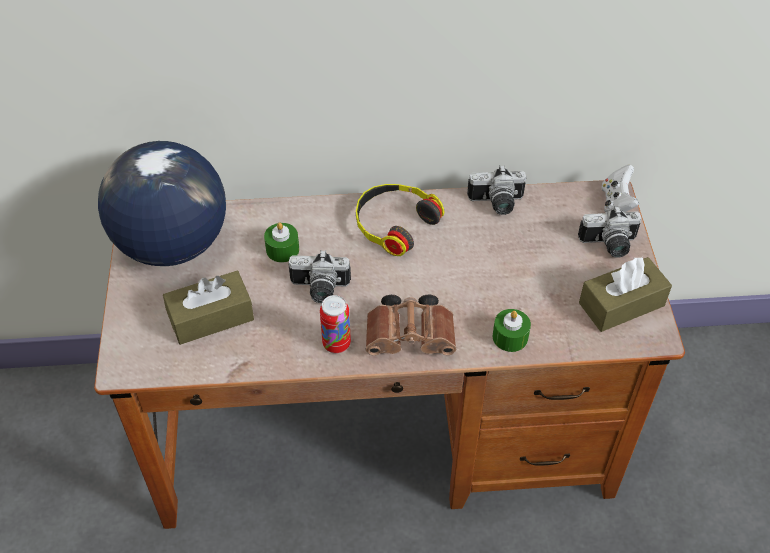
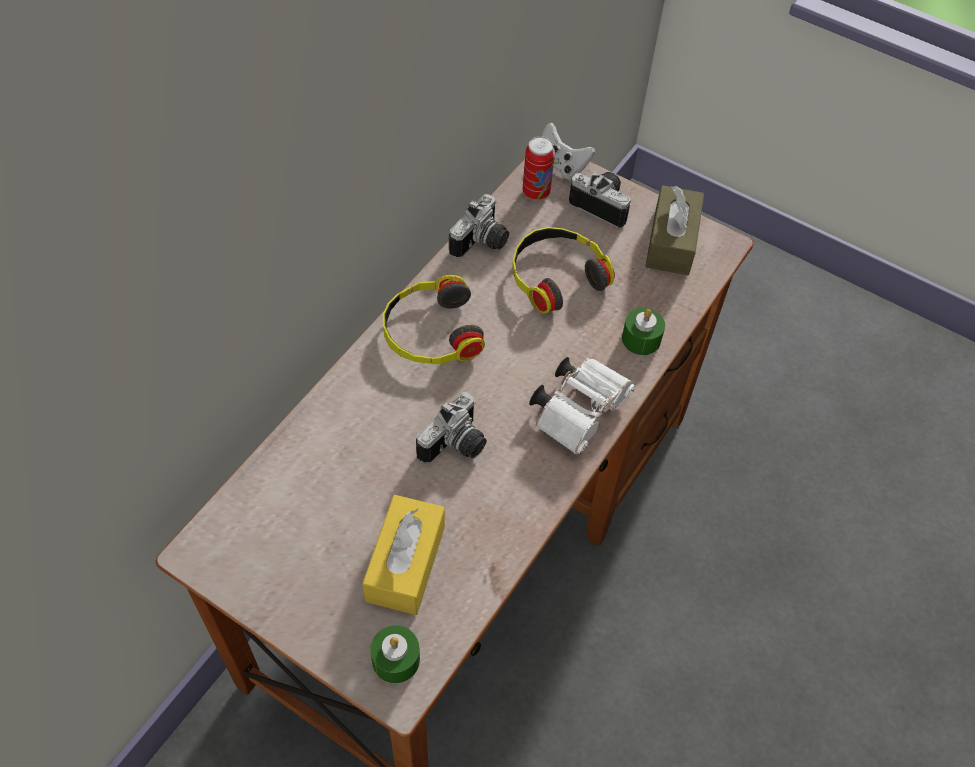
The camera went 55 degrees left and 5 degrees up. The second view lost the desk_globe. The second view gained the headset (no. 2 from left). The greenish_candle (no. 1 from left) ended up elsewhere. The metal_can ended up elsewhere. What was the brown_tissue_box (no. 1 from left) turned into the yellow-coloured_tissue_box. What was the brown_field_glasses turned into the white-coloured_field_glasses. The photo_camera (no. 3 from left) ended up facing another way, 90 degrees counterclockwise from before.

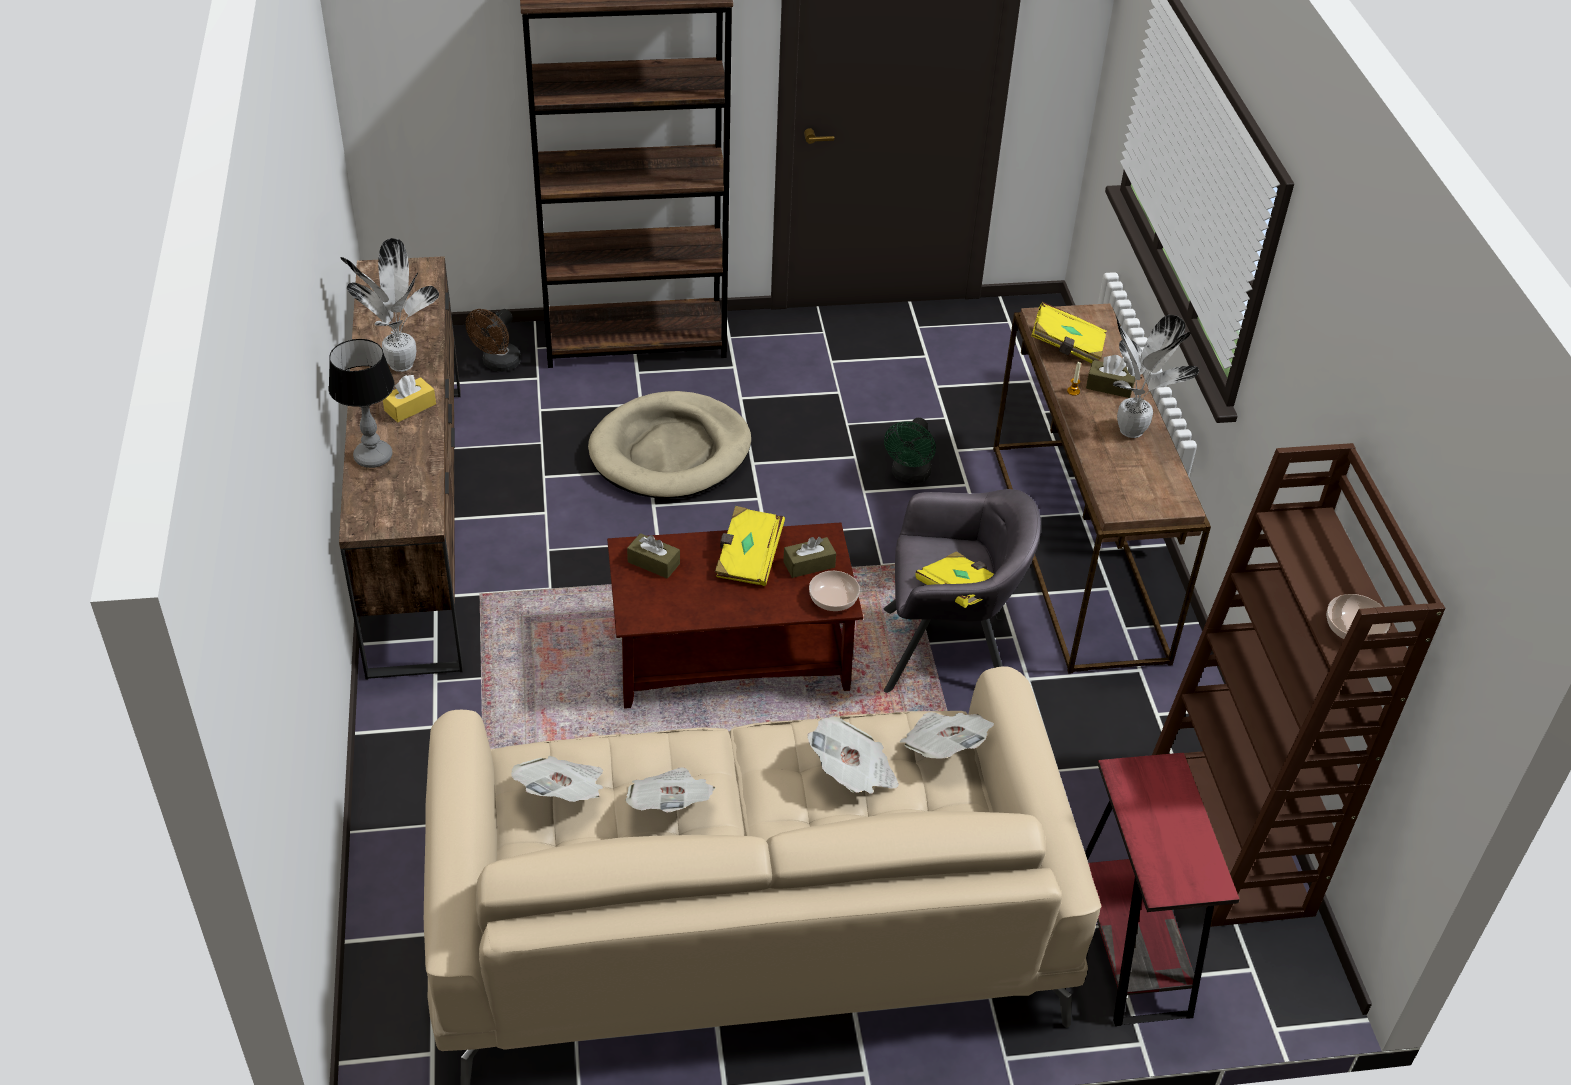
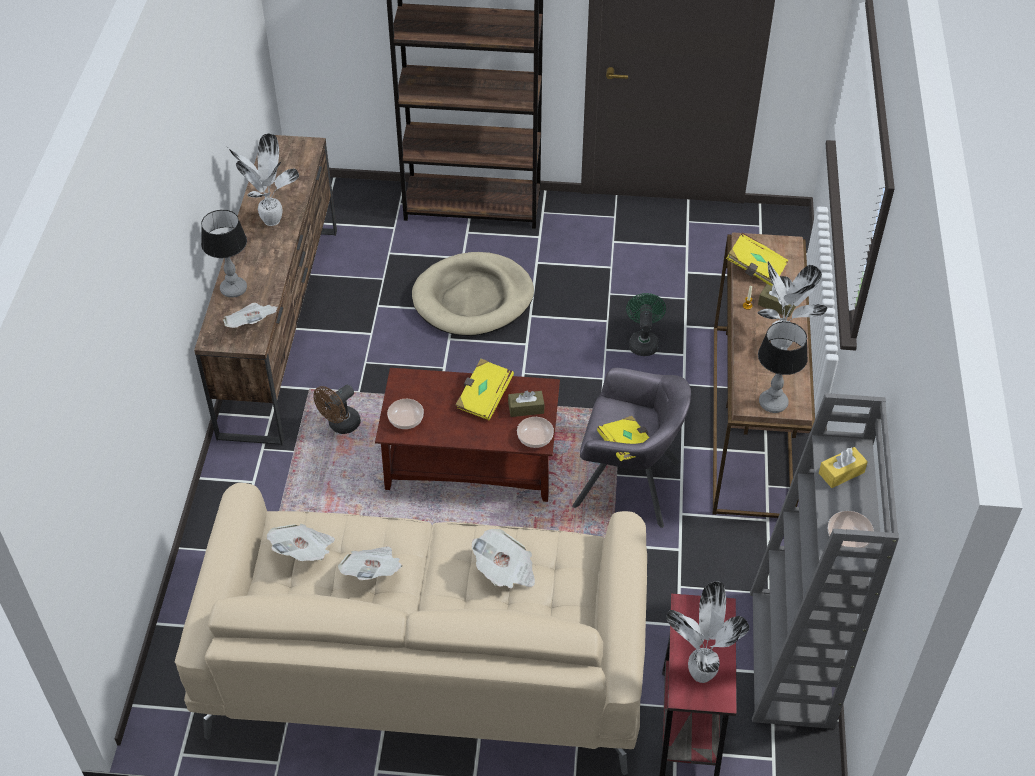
The camera went 15 degrees right and 5 degrees up. The second view lost the brown_tissue_box (no. 1 from left). The second view gained the deep_dish (no. 1 from left). The second view gained the houseplant (no. 2 from left). The second view gained the lamp_for_a_table (no. 2 from left). The yellow-coloured_tissue_box ended up elsewhere. The brown_fan ended up elsewhere. The newspaper (no. 4 from left in the first image) ended up elsewhere. What was the brown_bookcase (no. 2 from left) turned into the greyish_bookcase. The greenish_fan ended up facing another way, 150 degrees clockwise from before.

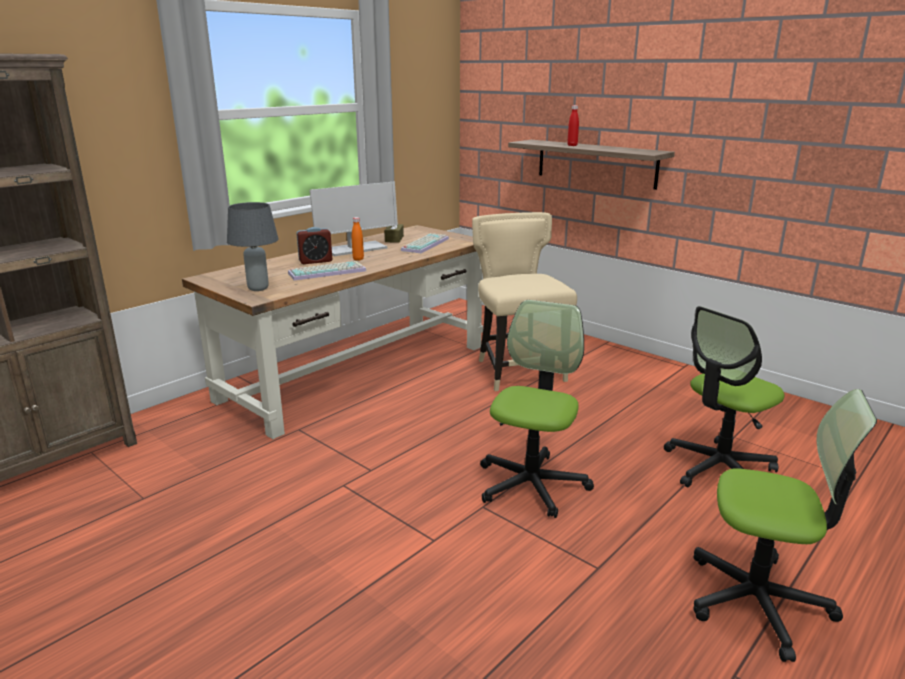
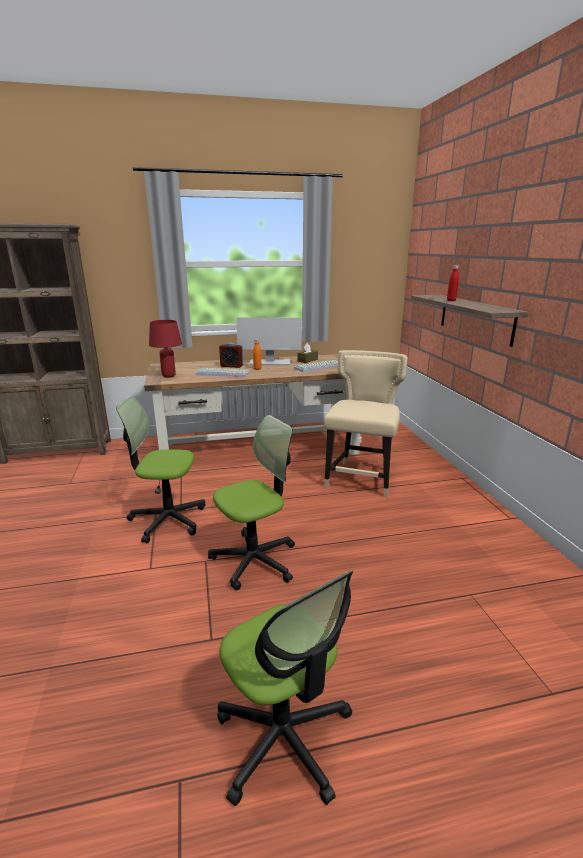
The camera went 35 degrees right and 0 degrees up. The computer_chair (no. 2 from left in the first image) ended up elsewhere. What was the greyish_lamp_for_a_table turned into the red-coloured_lamp_for_a_table.

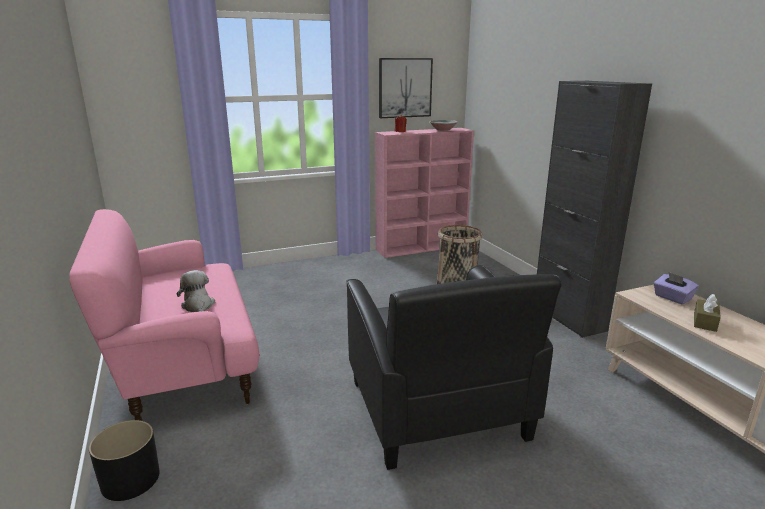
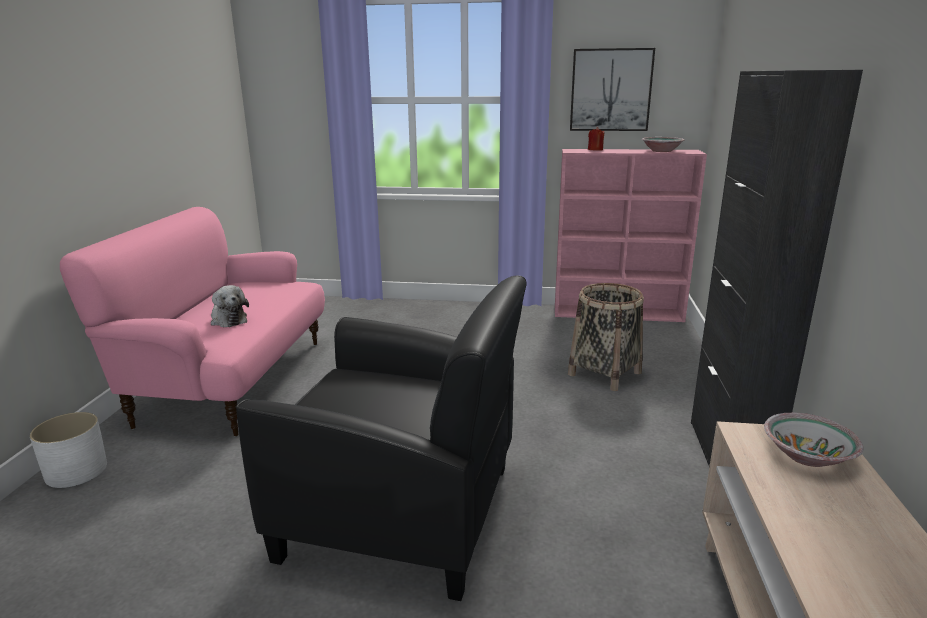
The camera went 30 degrees right and 0 degrees up. The second view lost the brown_tissue_box. Where the purple_tissue_box stood, the deep_dish (no. 2 from left) came to stand. What was the black_flower_pot turned into the white-coloured_flower_pot. The soft_toy ended up facing another way, 135 degrees clockwise from before. The black_easy_chair ended up facing another way, 90 degrees counterclockwise from before.

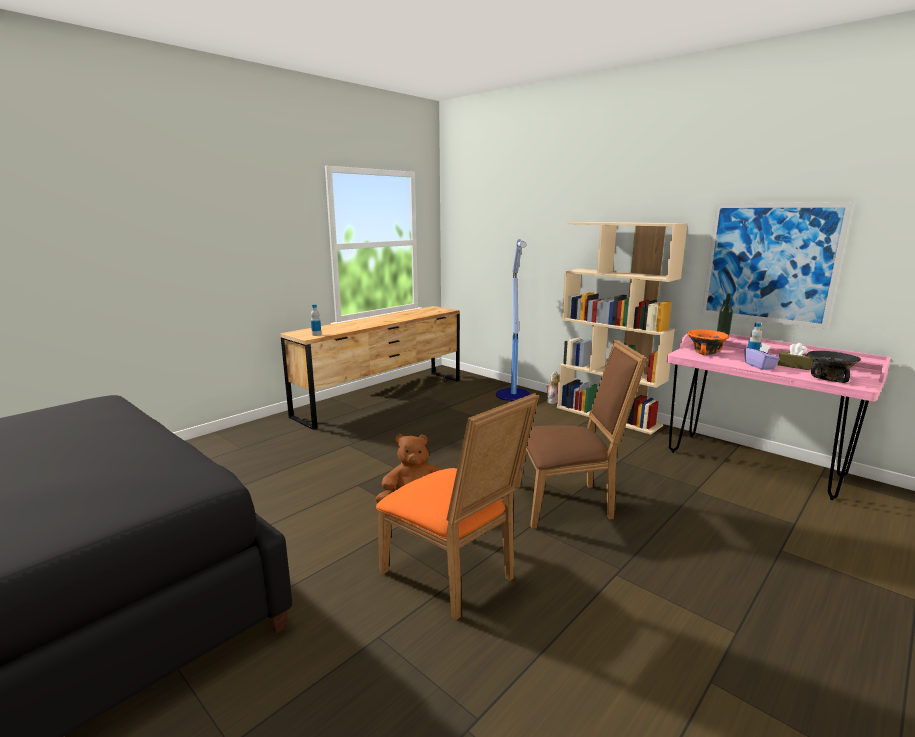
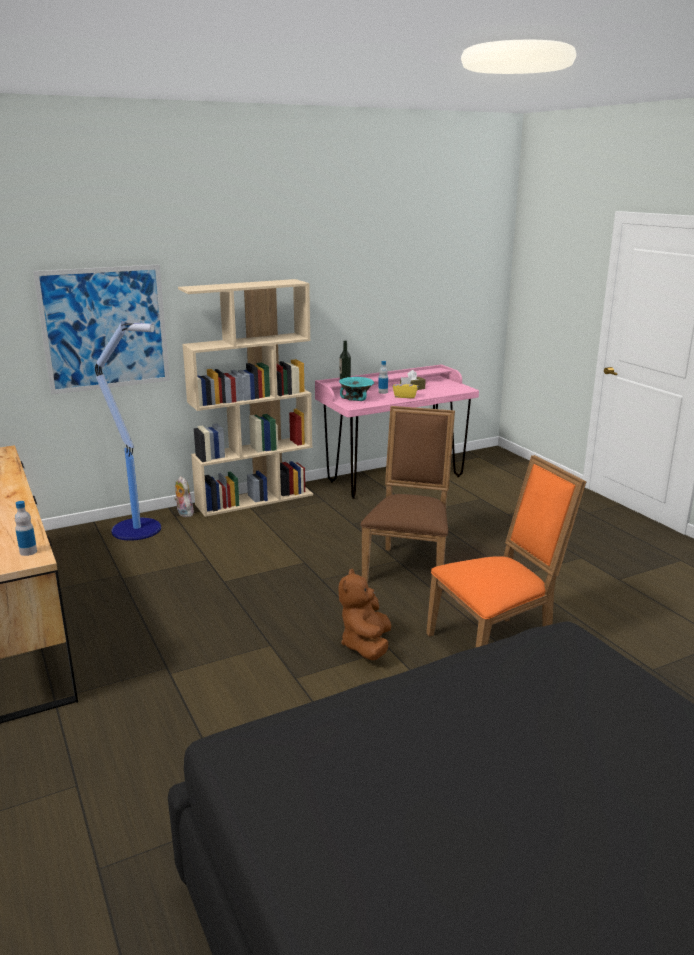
The camera went 70 degrees left and 5 degrees up. The second view lost the black_deep_dish. The picture ended up elsewhere. What was the orangey_deep_dish turned into the blue-green_deep_dish. What was the purple_tissue_box turned into the yellow-coloured_tissue_box.

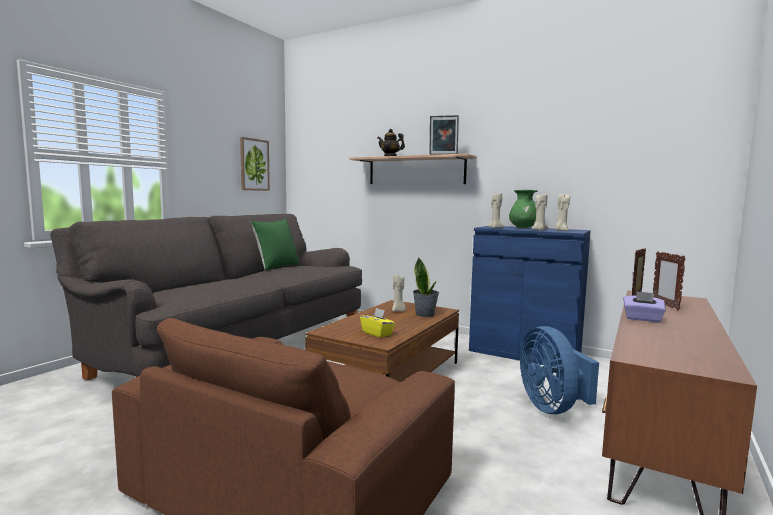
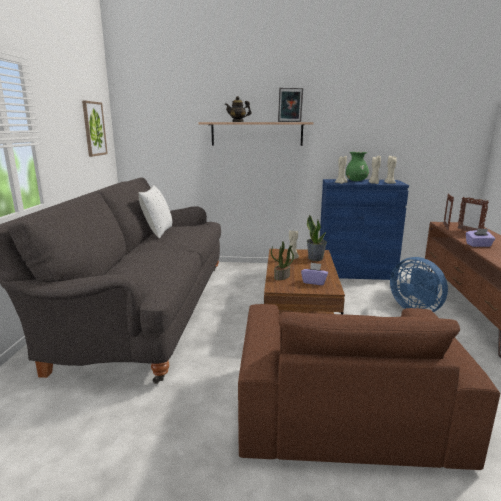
The camera went 25 degrees left and 10 degrees up. The second view gained the houseplant (no. 1 from left). What was the greenish_cushion turned into the white-coloured_cushion. What was the yellow-coloured_tissue_box turned into the purple_tissue_box (no. 1 from left).

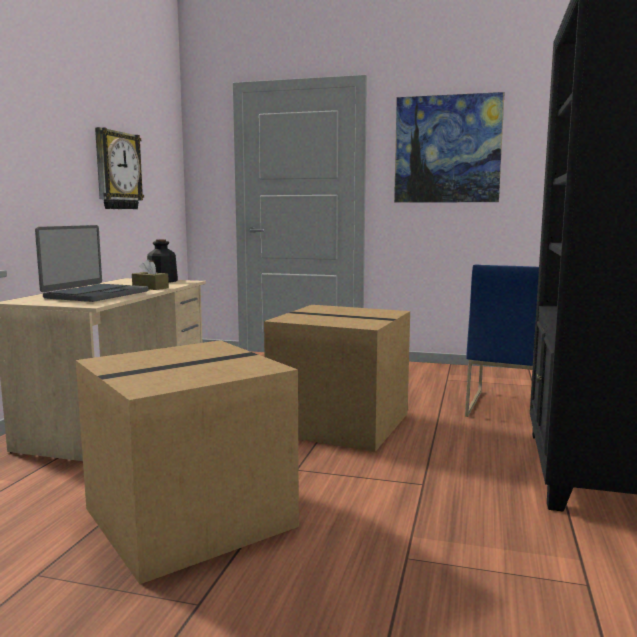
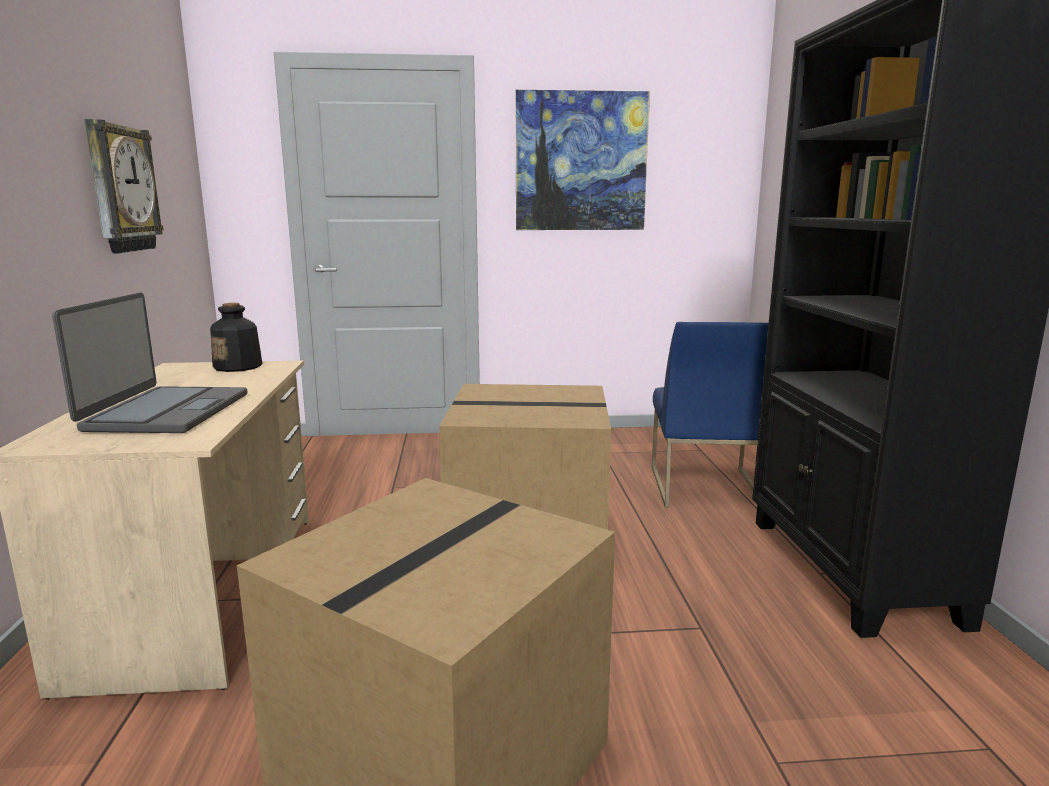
The camera went 20 degrees left and 5 degrees up. The second view lost the brown_tissue_box.

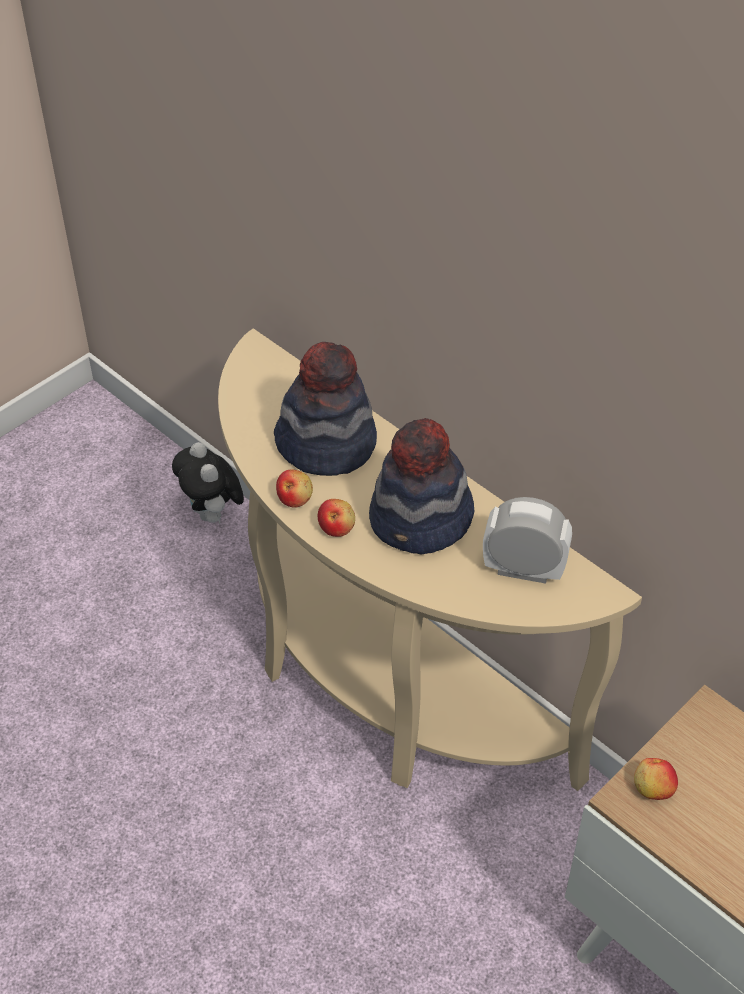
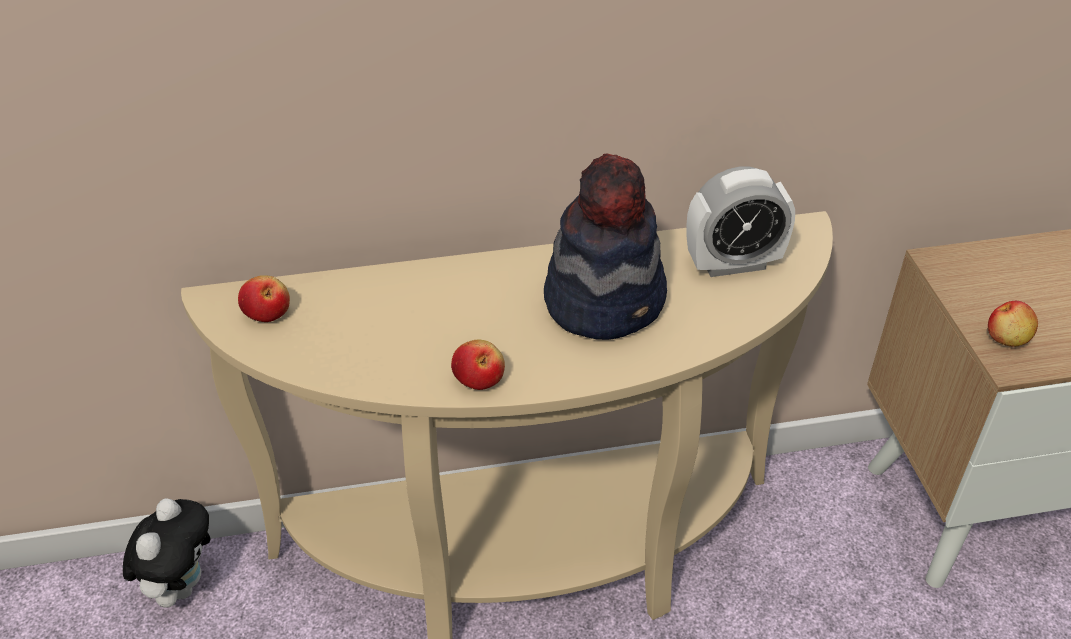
The camera went 55 degrees left and 5 degrees down. The second view lost the wearable_hat (no. 1 from left). The apple_fruit (no. 2 from left in the first image) ended up elsewhere. The soft_toy ended up facing another way, 90 degrees counterclockwise from before. The table_clock ended up facing another way, 150 degrees counterclockwise from before.

